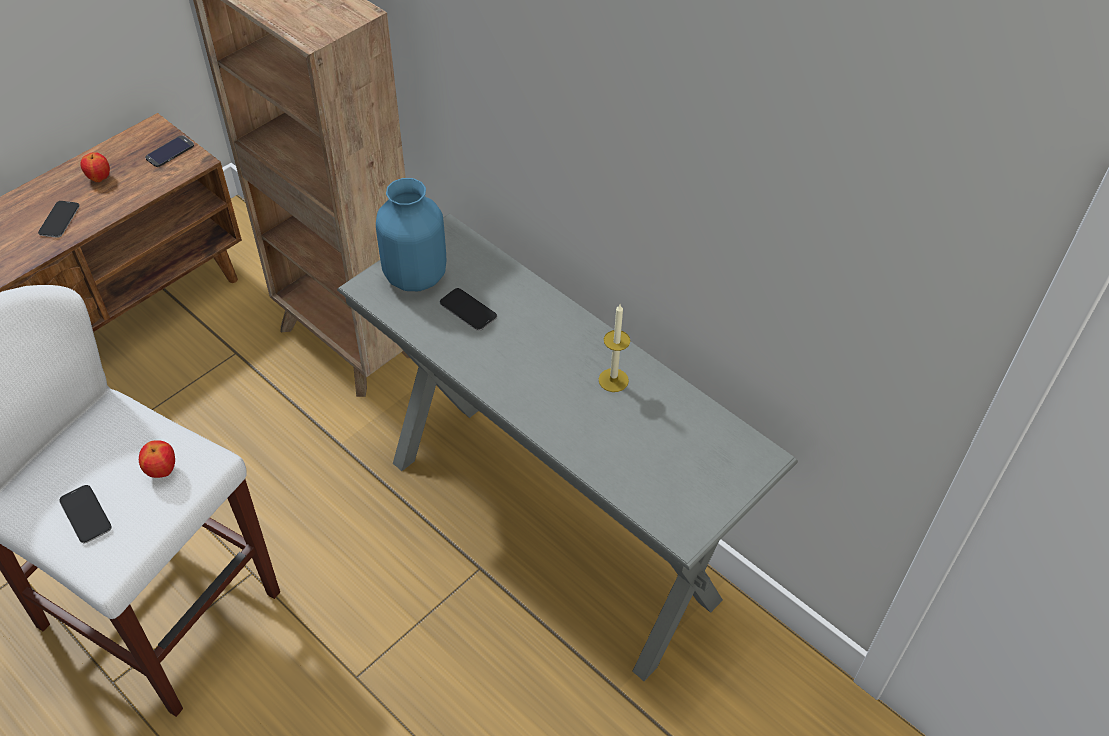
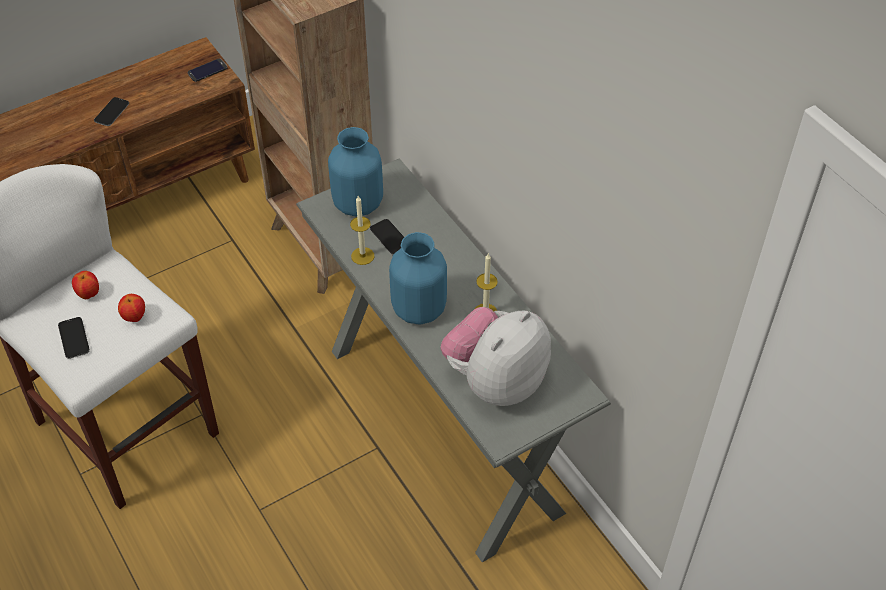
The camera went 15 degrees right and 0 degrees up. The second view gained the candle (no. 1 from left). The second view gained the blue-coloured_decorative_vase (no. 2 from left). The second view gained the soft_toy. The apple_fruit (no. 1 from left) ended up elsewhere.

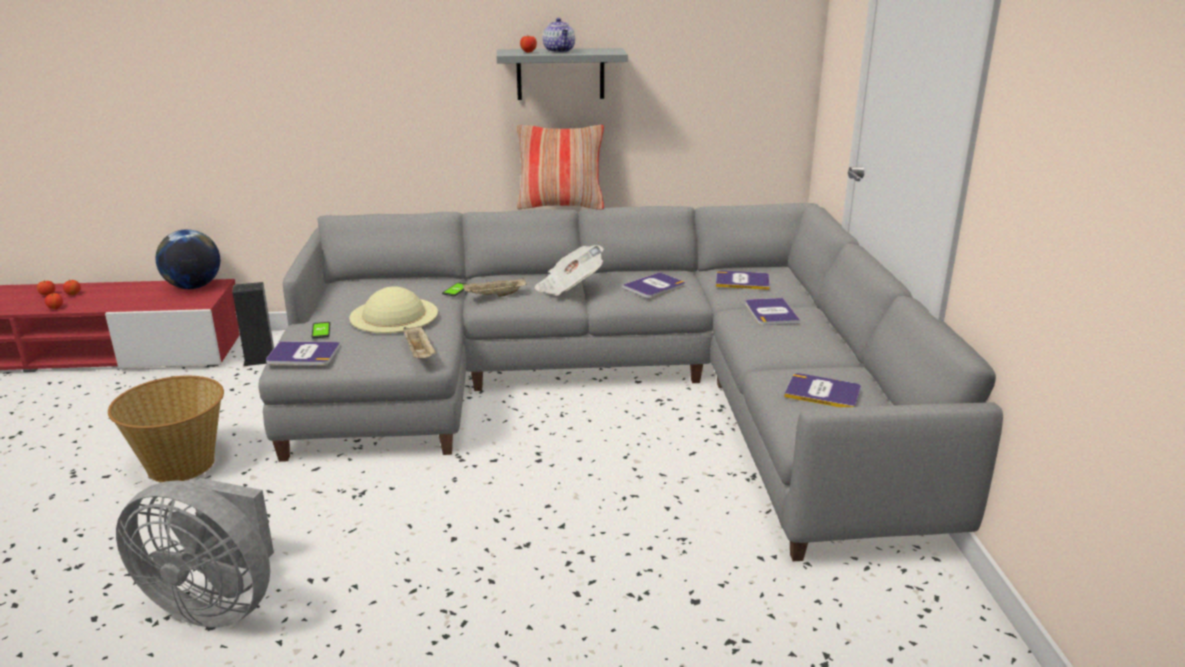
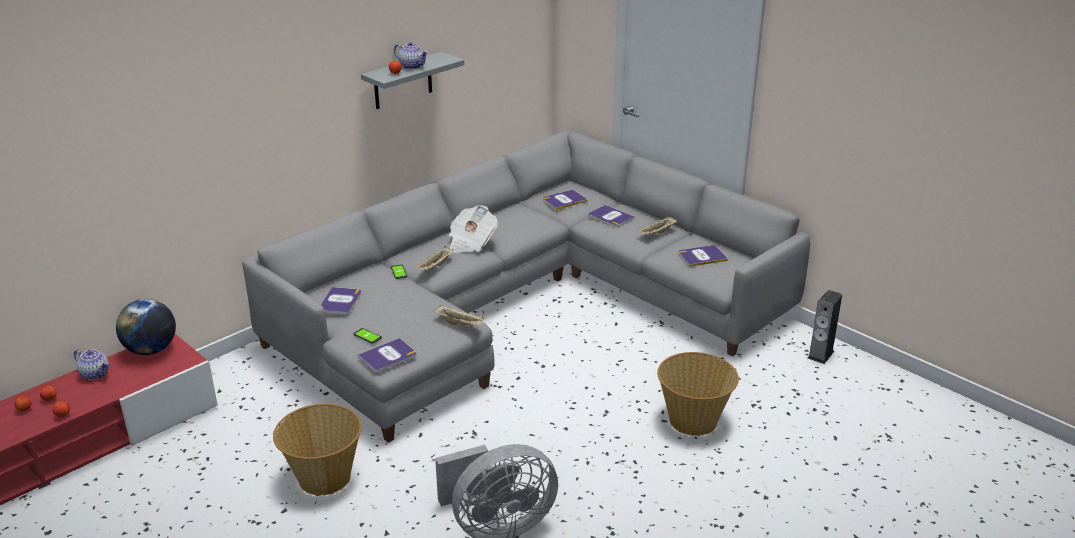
The camera went 40 degrees left and 5 degrees up. The second view lost the sand-coloured_wearable_hat. The second view lost the cushion. The second view gained the teapot (no. 1 from left). The second view gained the sand-coloured_tray (no. 3 from left). The second view gained the household_basket (no. 2 from left). The speaker ended up elsewhere. The volume (no. 2 from left in the first image) ended up elsewhere.

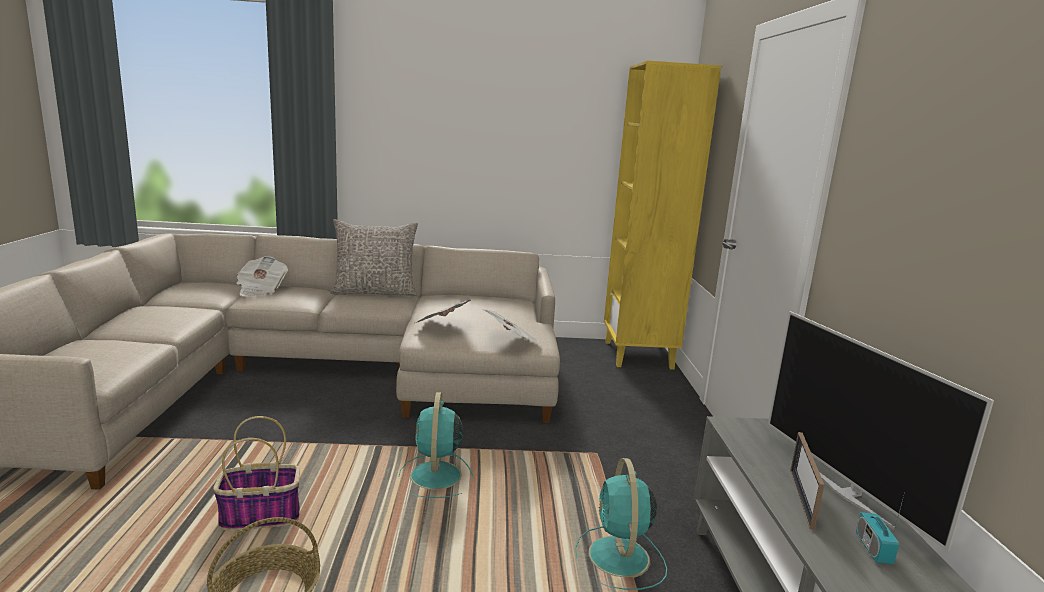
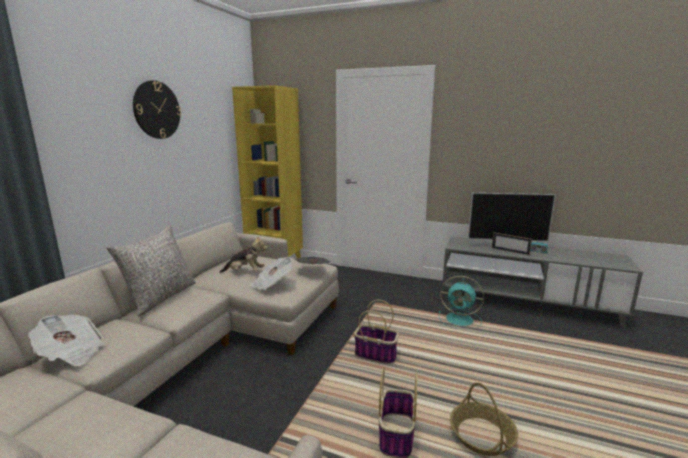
The camera went 65 degrees left and 0 degrees up. The second view gained the hanging_clock. The second view gained the soft_toy. Where the blue-green_fan (no. 1 from left) stood, the household_basket (no. 1 from left) came to stand.

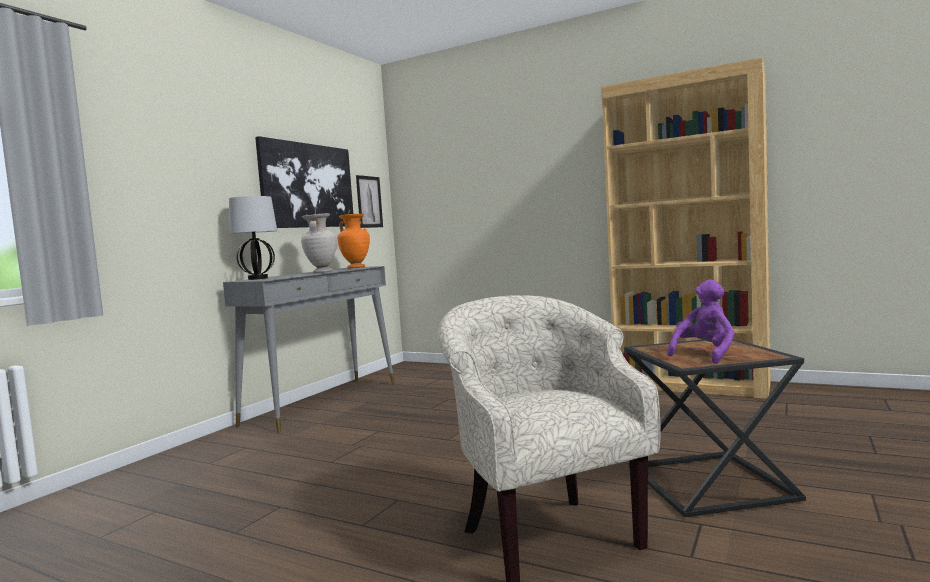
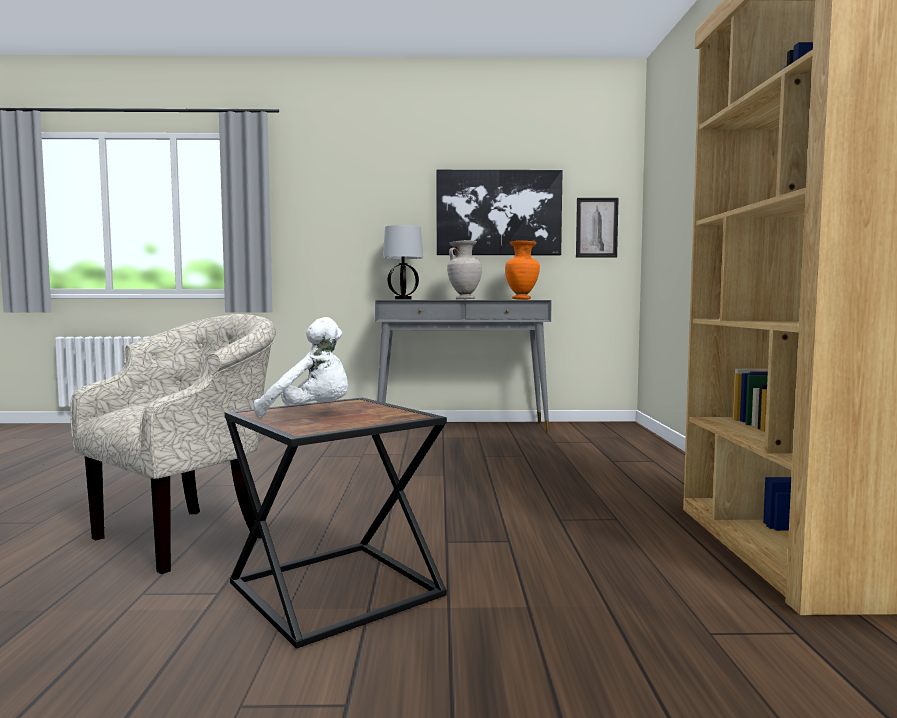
The camera went 60 degrees right and 0 degrees up. What was the purple_soft_toy turned into the white-coloured_soft_toy.

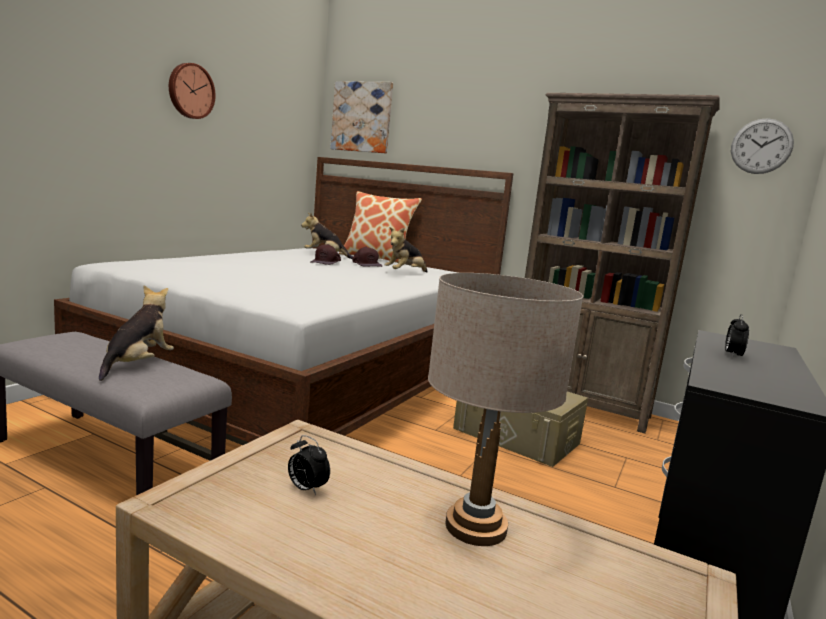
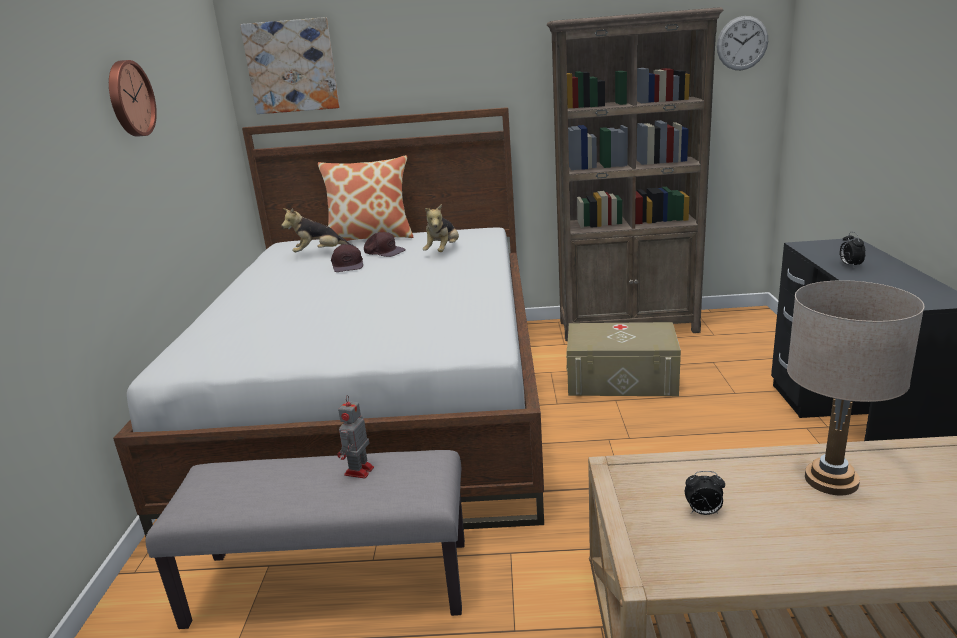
The camera went 25 degrees left and 10 degrees up. Where the soft_toy (no. 1 from left) stood, the robot_figure came to stand.

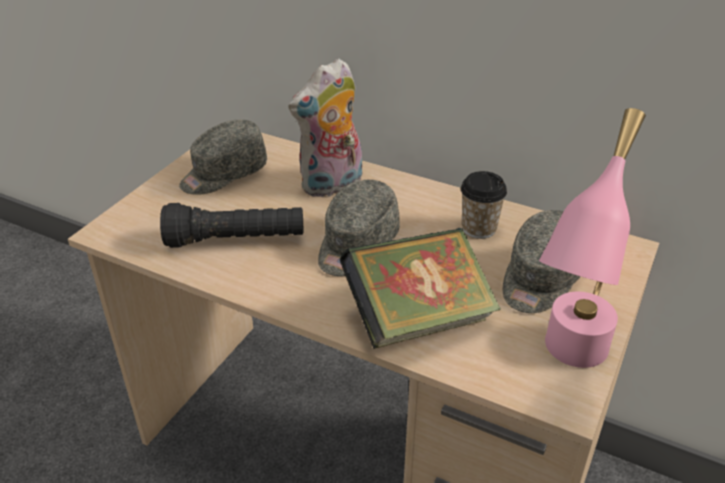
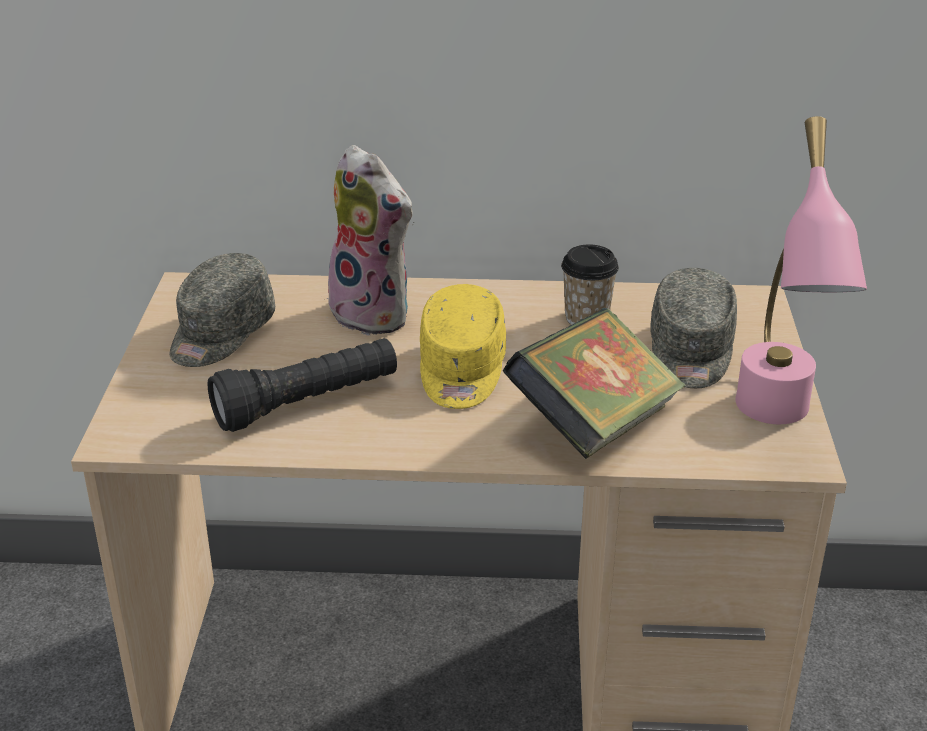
The camera went 25 degrees left and 5 degrees down. What was the greyish_peaked_cap (no. 2 from left) turned into the yellow-coloured_peaked_cap. The soft_toy ended up facing another way, 75 degrees counterclockwise from before.

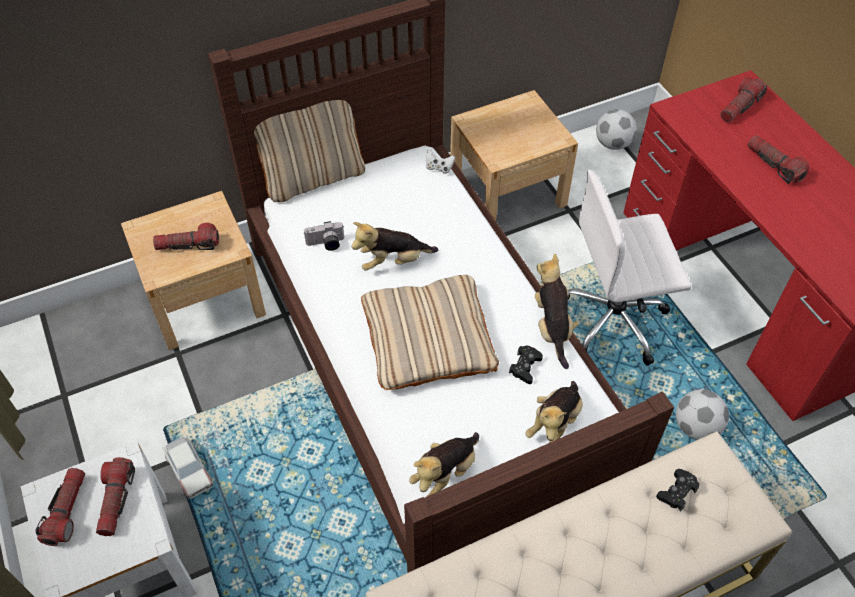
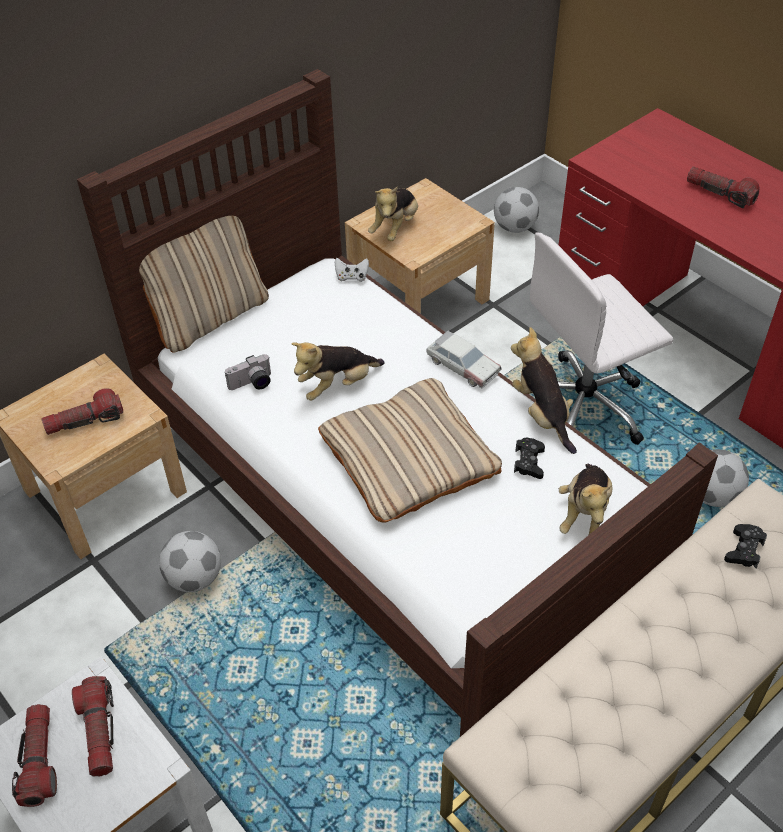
The camera went 15 degrees left and 5 degrees down. The second view lost the flashlight (no. 4 from left). The second view gained the ball_for_football (no. 1 from left). The toy_car ended up elsewhere. The soft_toy (no. 2 from left) ended up elsewhere.

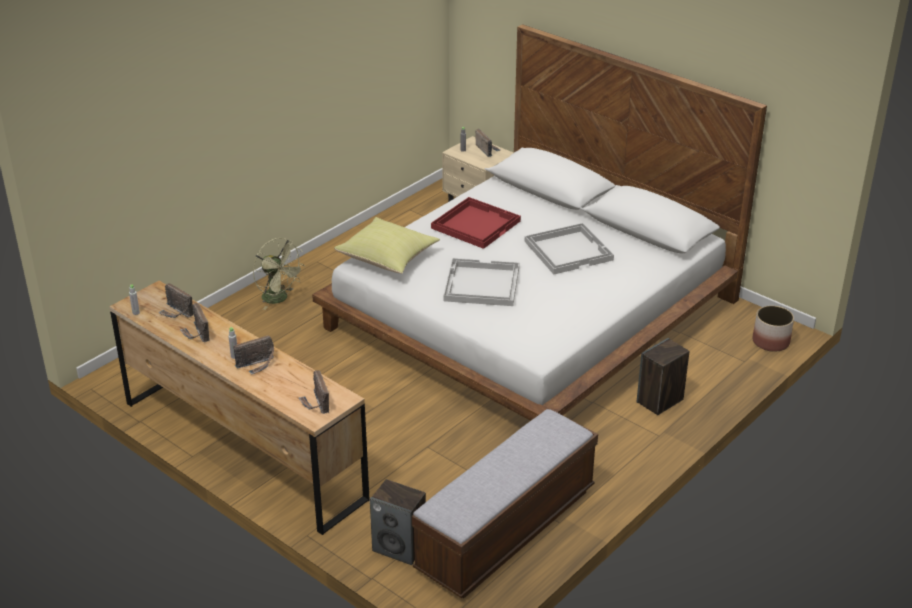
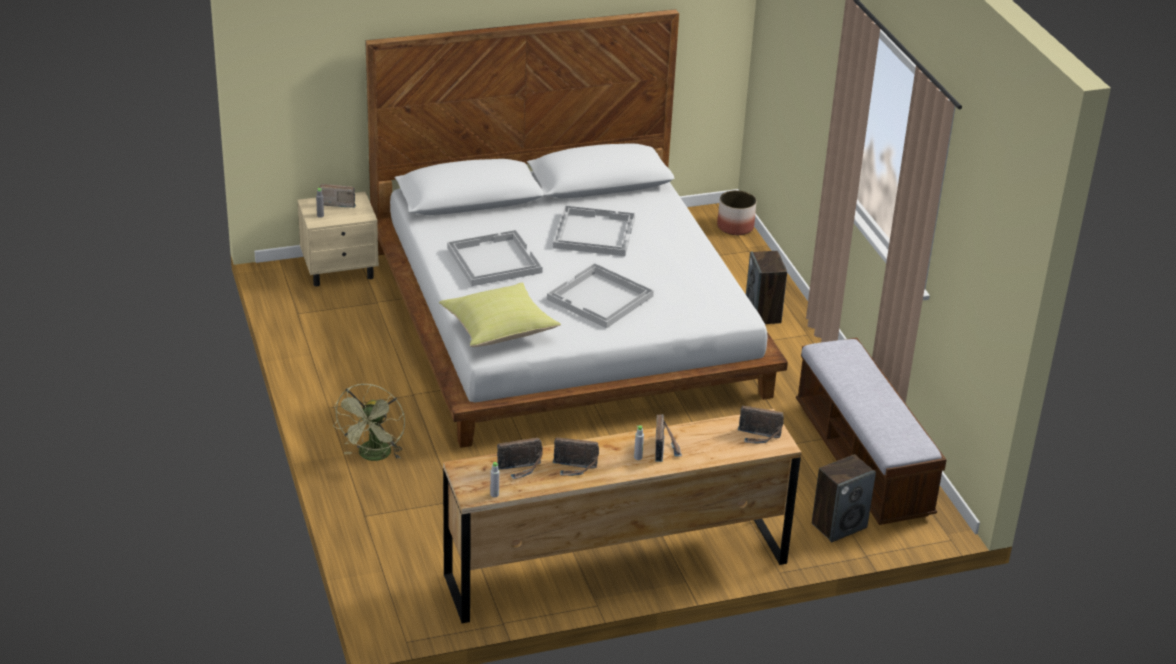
The camera went 60 degrees left and 0 degrees up. What was the red-coloured_tray turned into the white-coloured_tray (no. 1 from left). The greenish_fan ended up facing another way, 120 degrees clockwise from before.

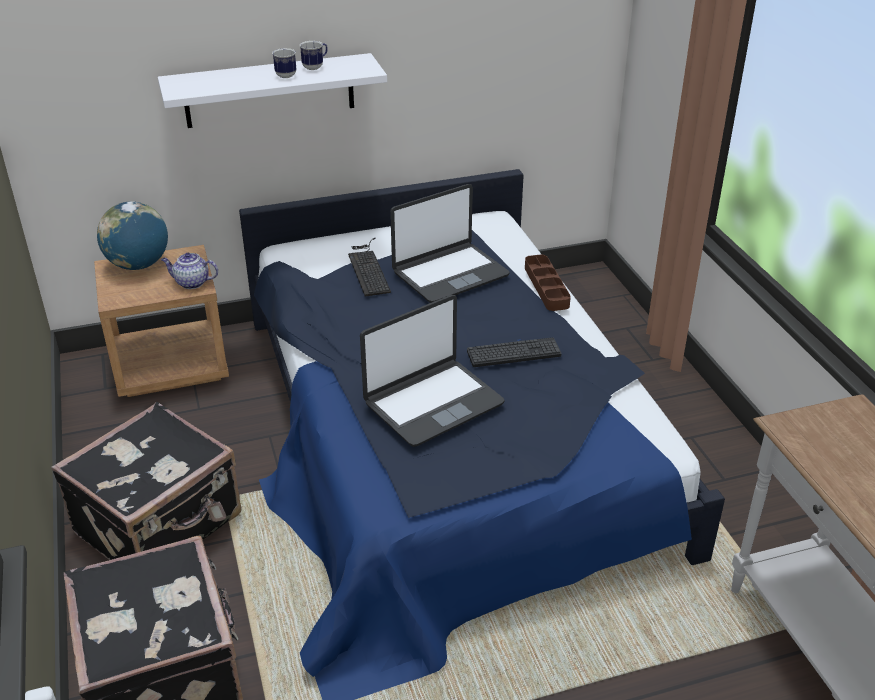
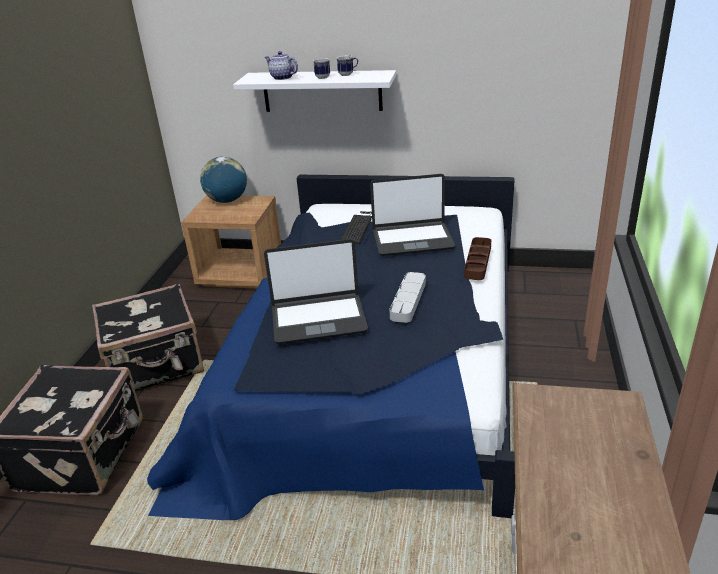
The camera went 30 degrees right and 5 degrees down. The teapot ended up elsewhere. Where the PC_keyboard (no. 2 from left) stood, the greyish_tray came to stand.

